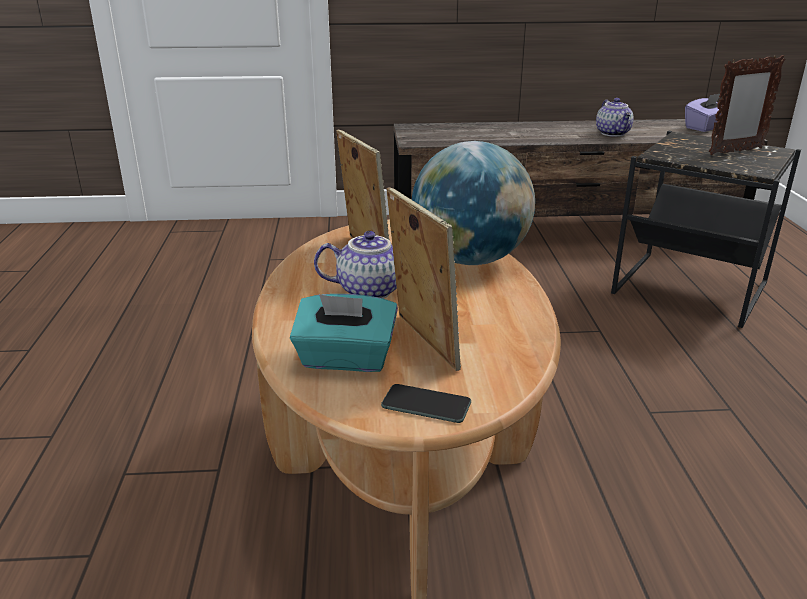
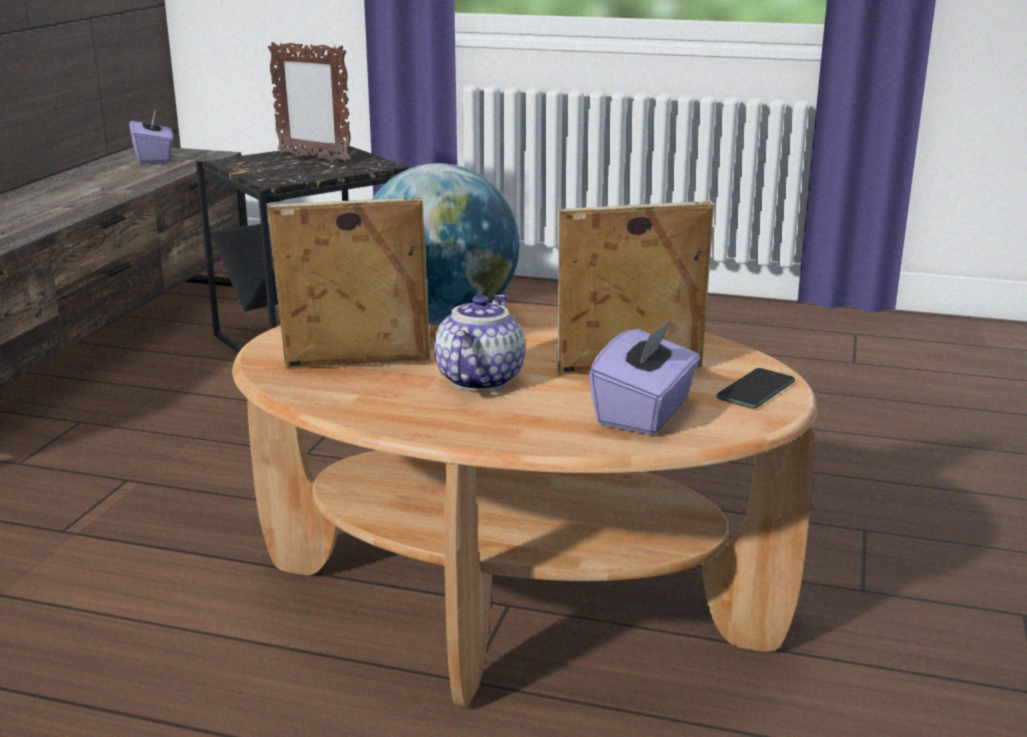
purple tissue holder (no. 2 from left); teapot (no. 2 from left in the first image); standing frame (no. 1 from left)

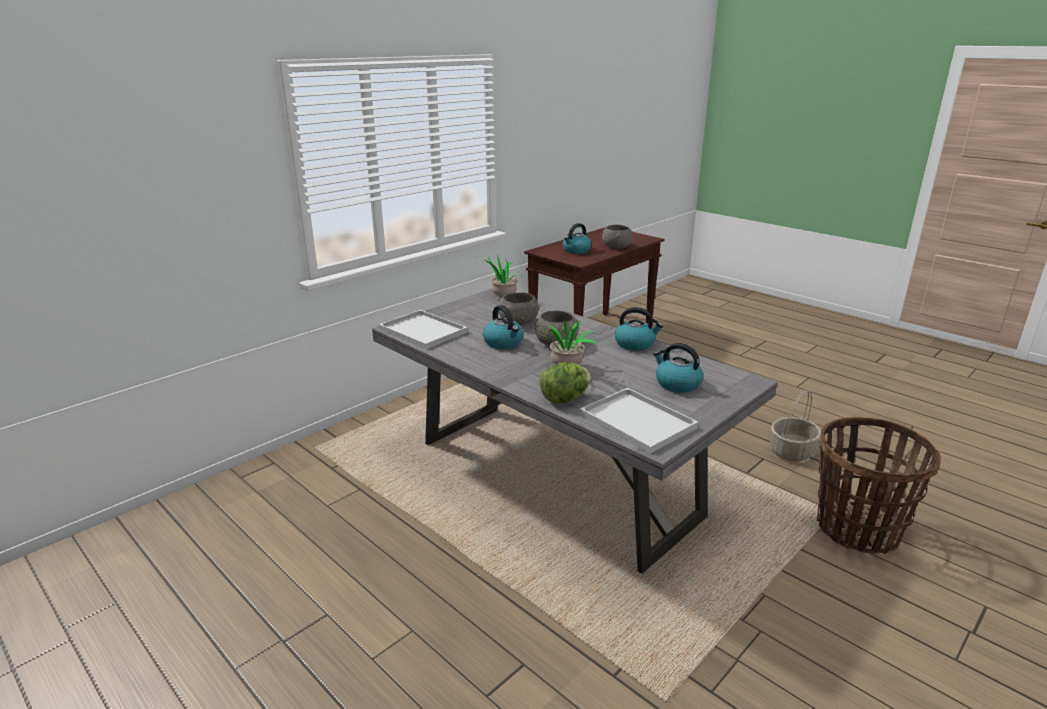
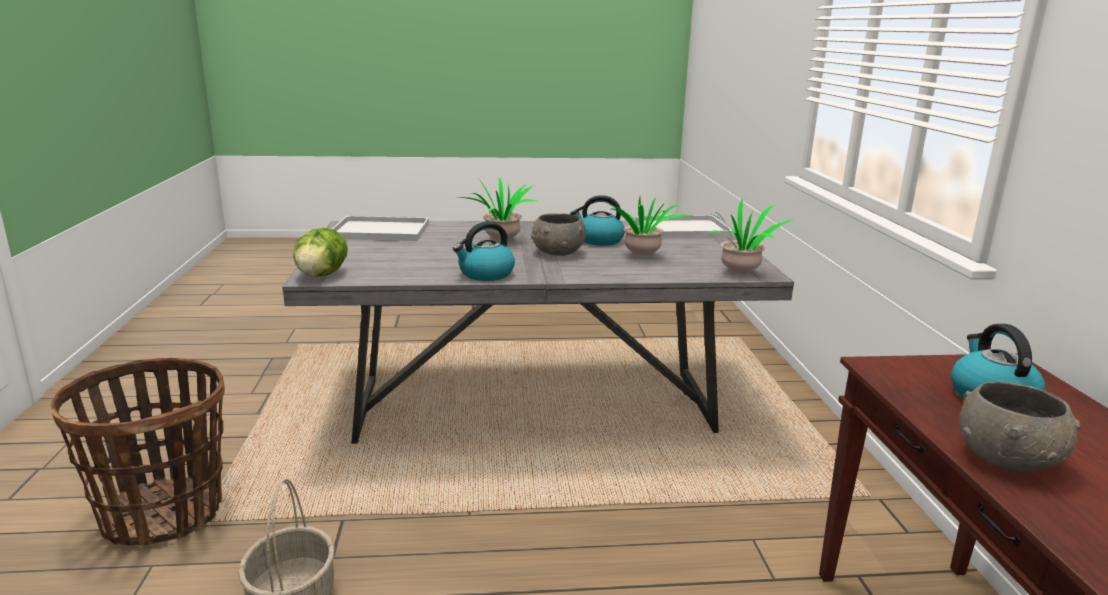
potted plant (no. 2 from left); lettuce head; water kettle (no. 4 from left in the first image)

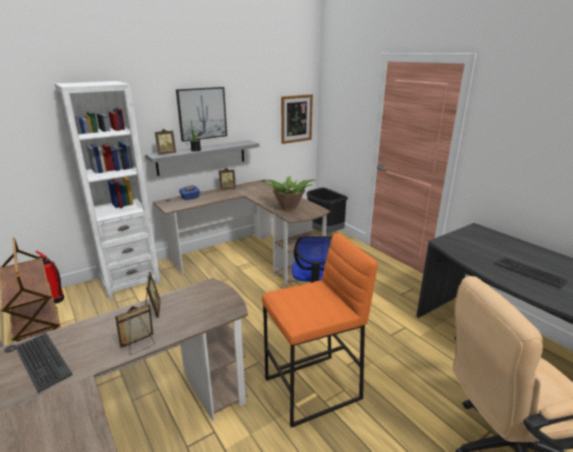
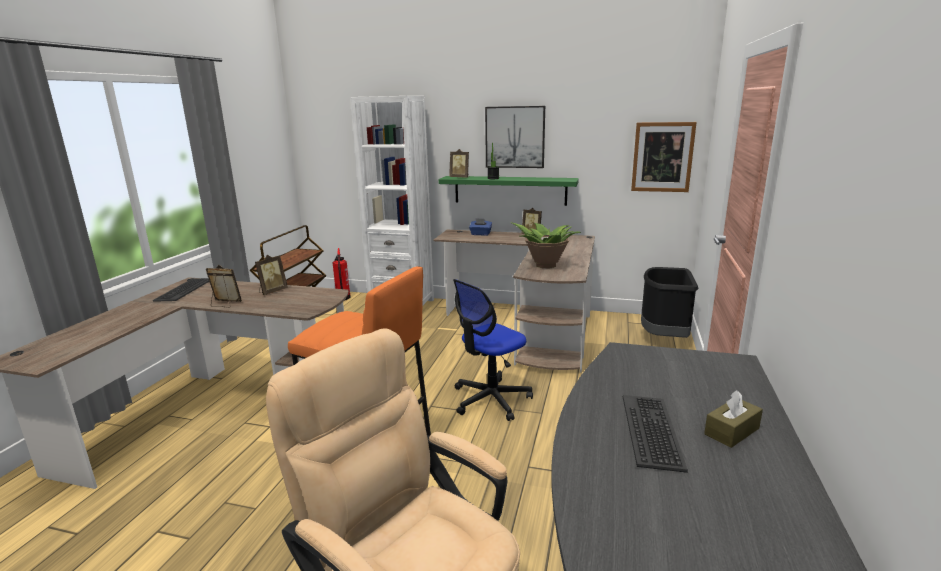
green bracket shelf; brown-coloured tissue holder

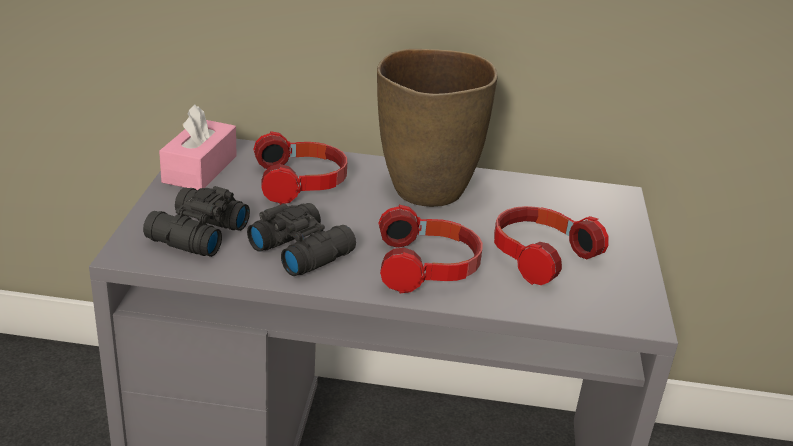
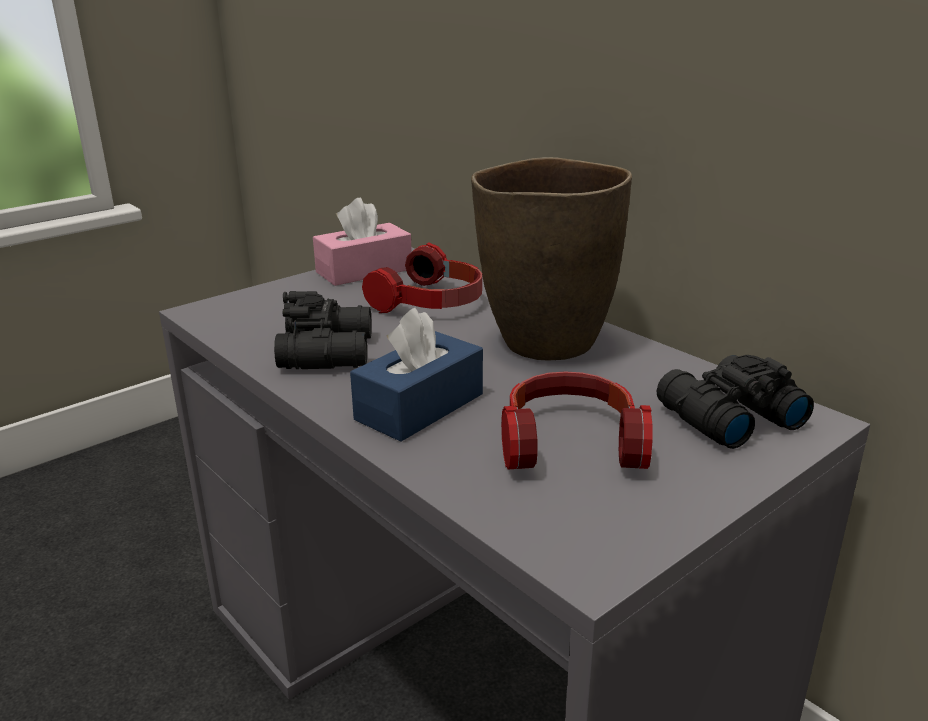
blackish binoculars (no. 2 from left); blue-coloured tissue holder

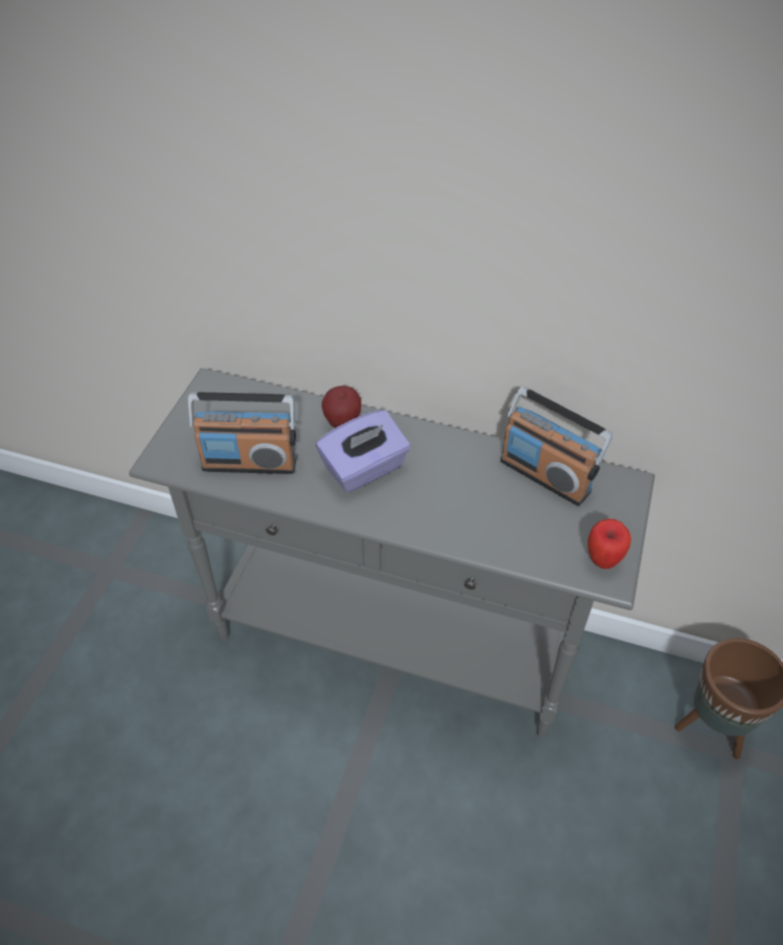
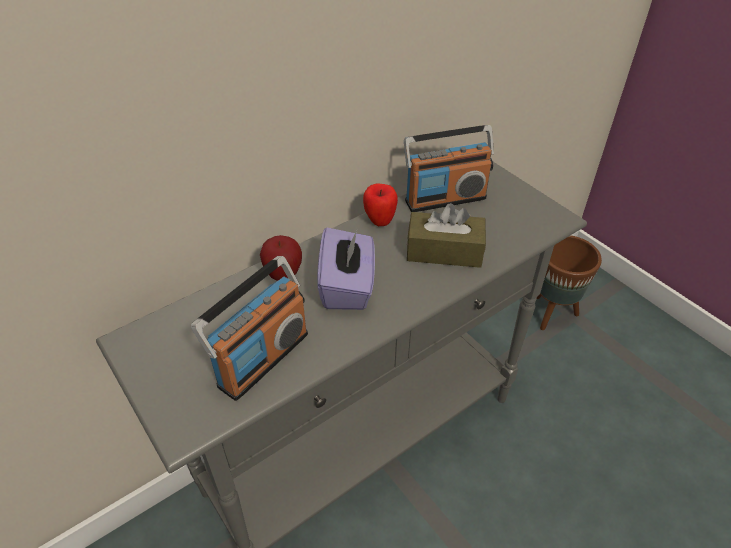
whole apple (no. 2 from left); brown-coloured tissue holder

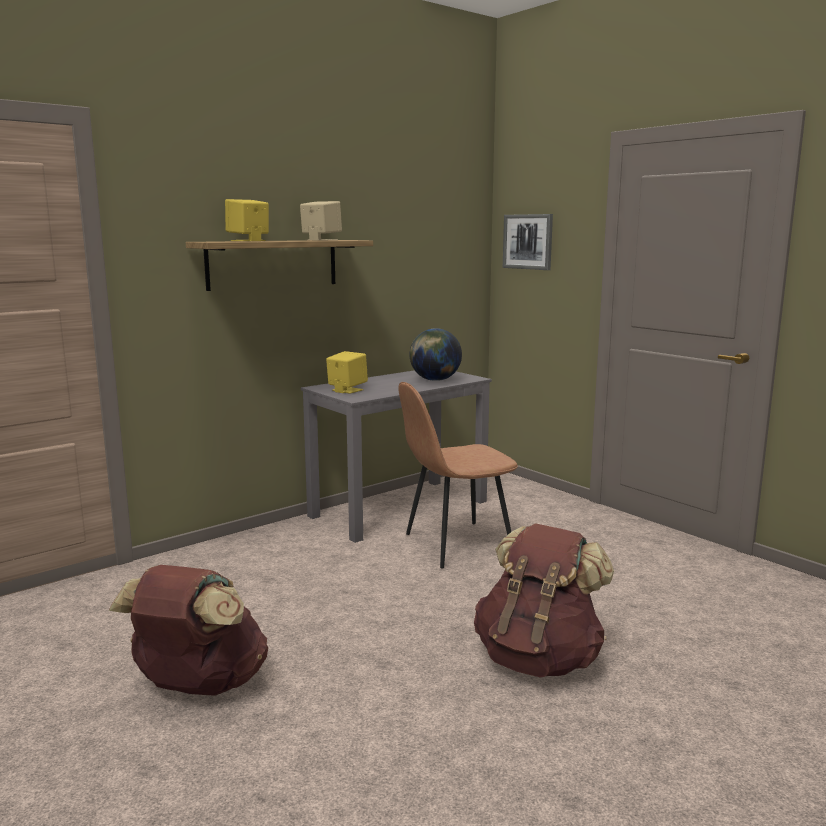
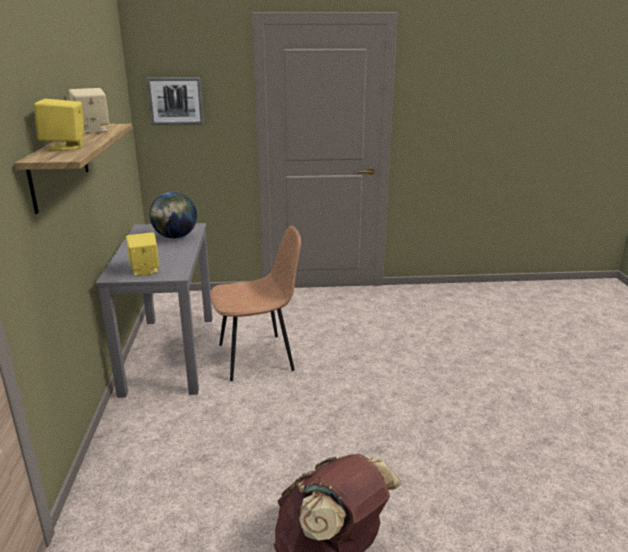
brown-coloured plain chair; brown-coloured rucksack (no. 2 from left in the first image)

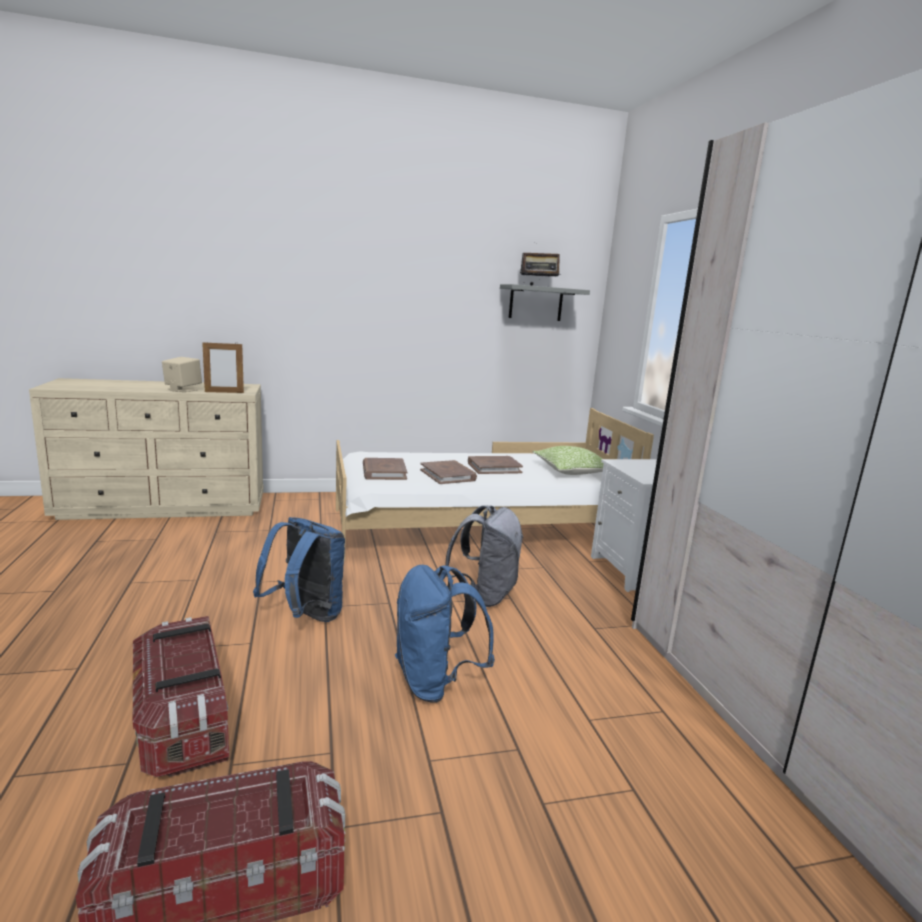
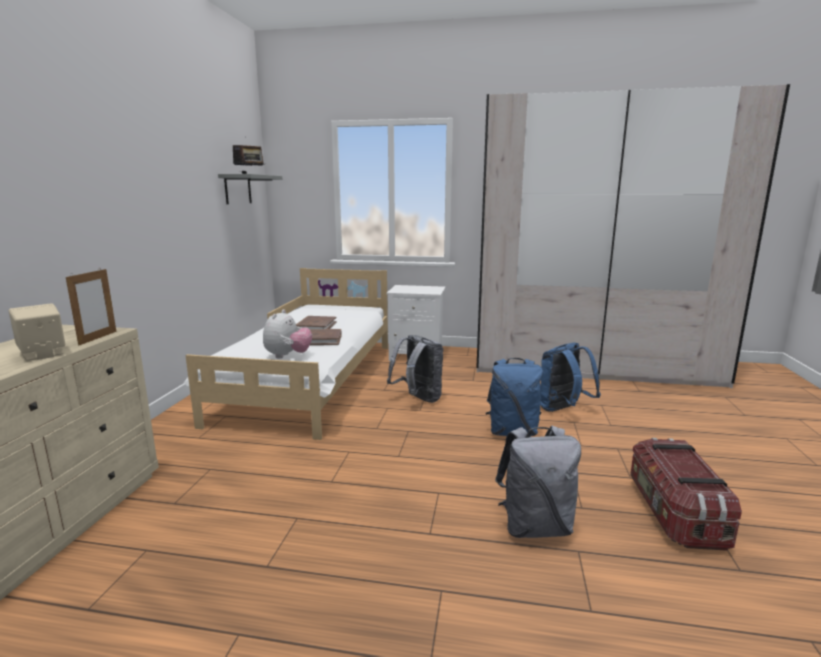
grey rucksack (no. 2 from left); blue-coloured rucksack (no. 2 from left); cuddly toy; throw pillow

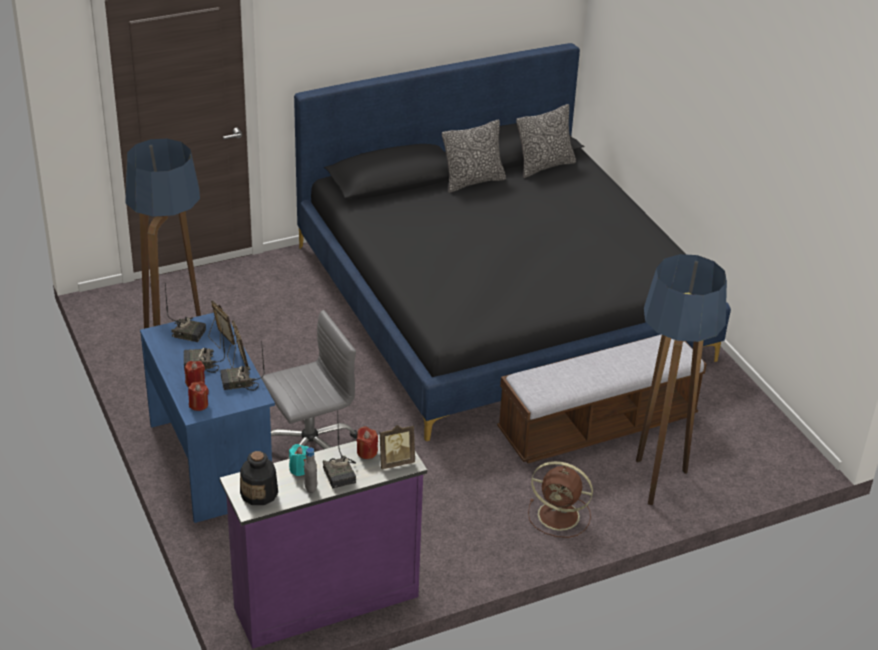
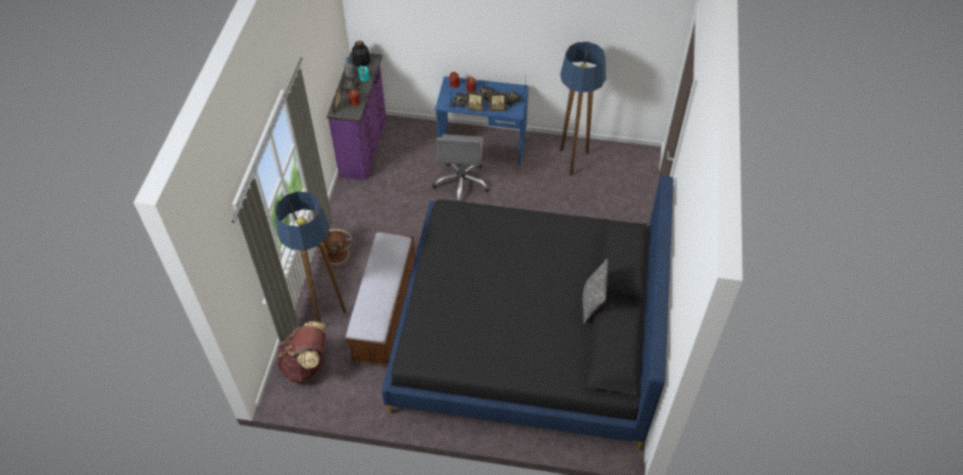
throw pillow (no. 2 from left in the first image); brown-coloured fan; brown-coloured rucksack

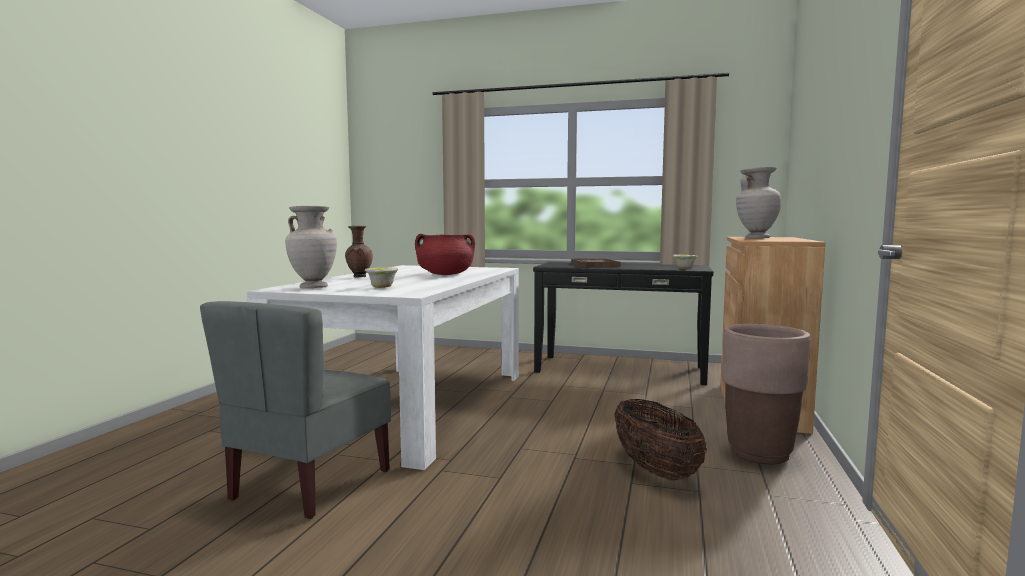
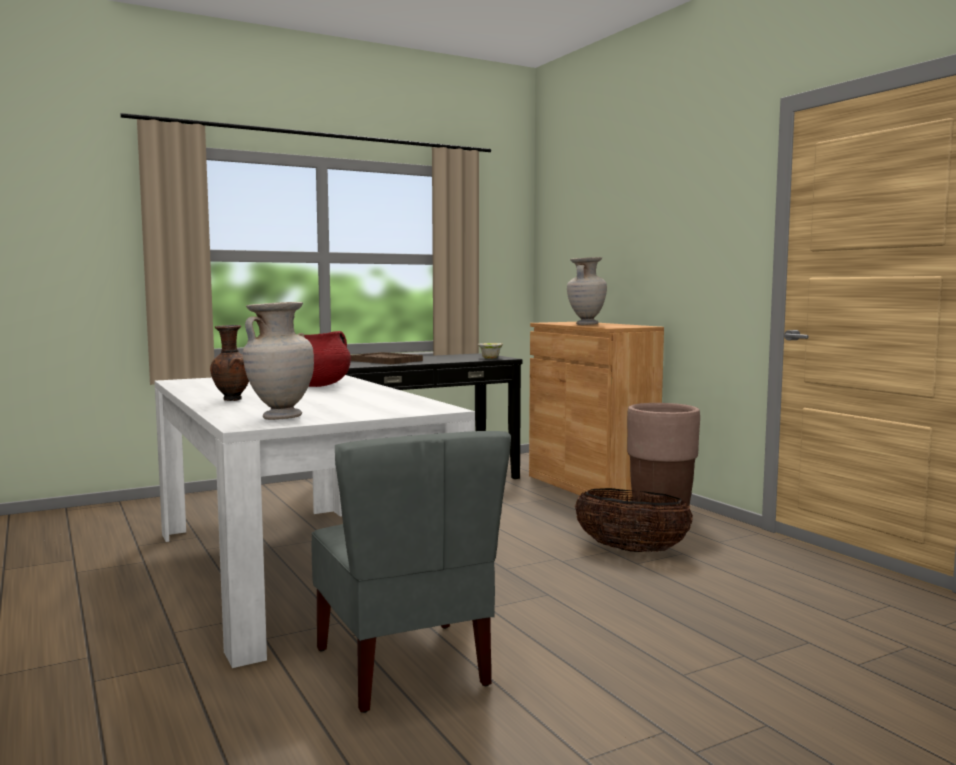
bowl (no. 1 from left in the first image)

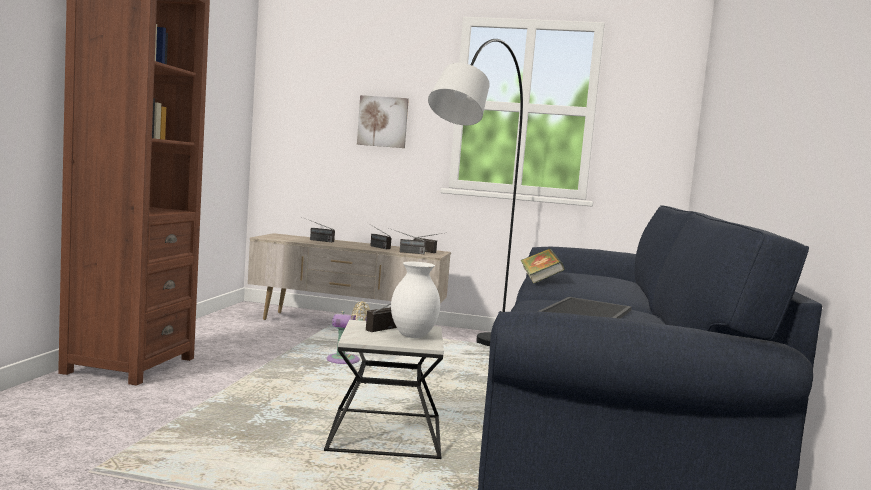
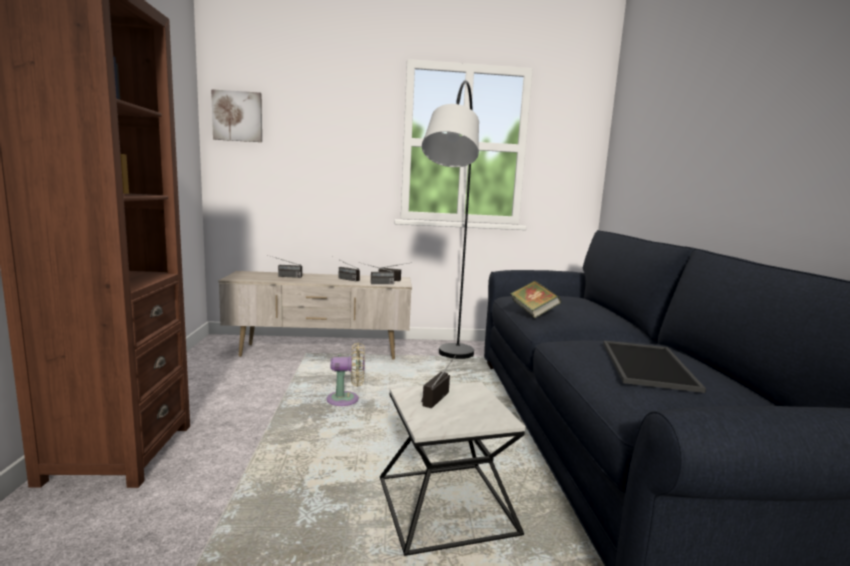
wall art; white-coloured decorative vase

